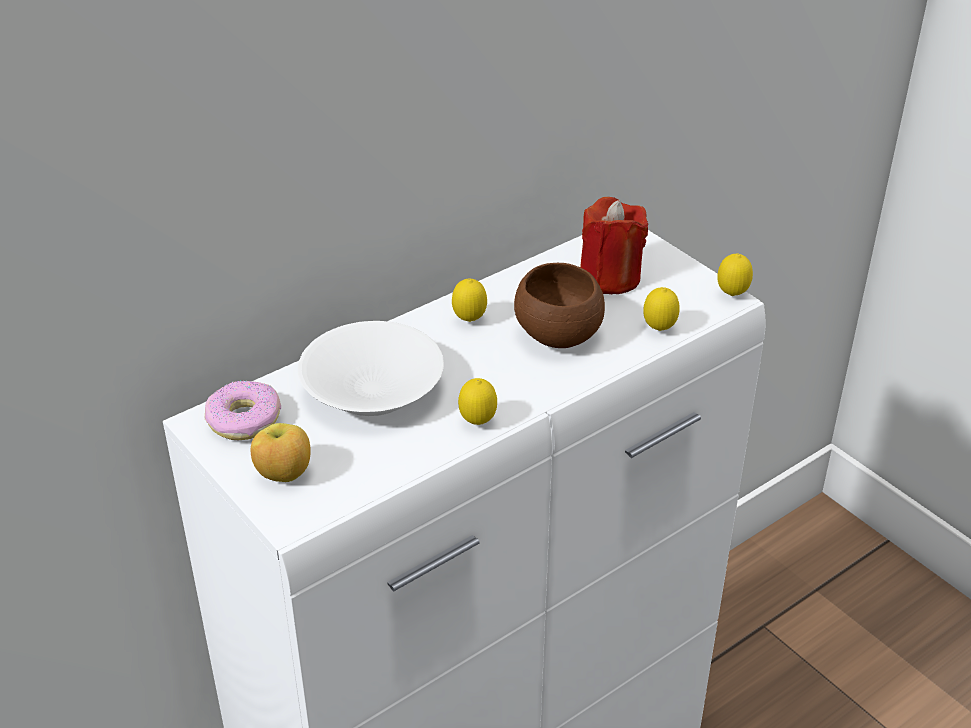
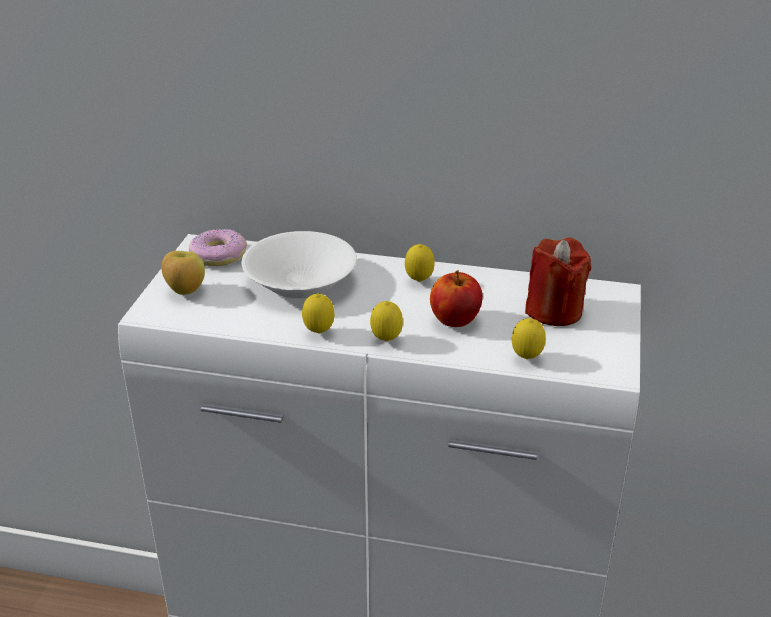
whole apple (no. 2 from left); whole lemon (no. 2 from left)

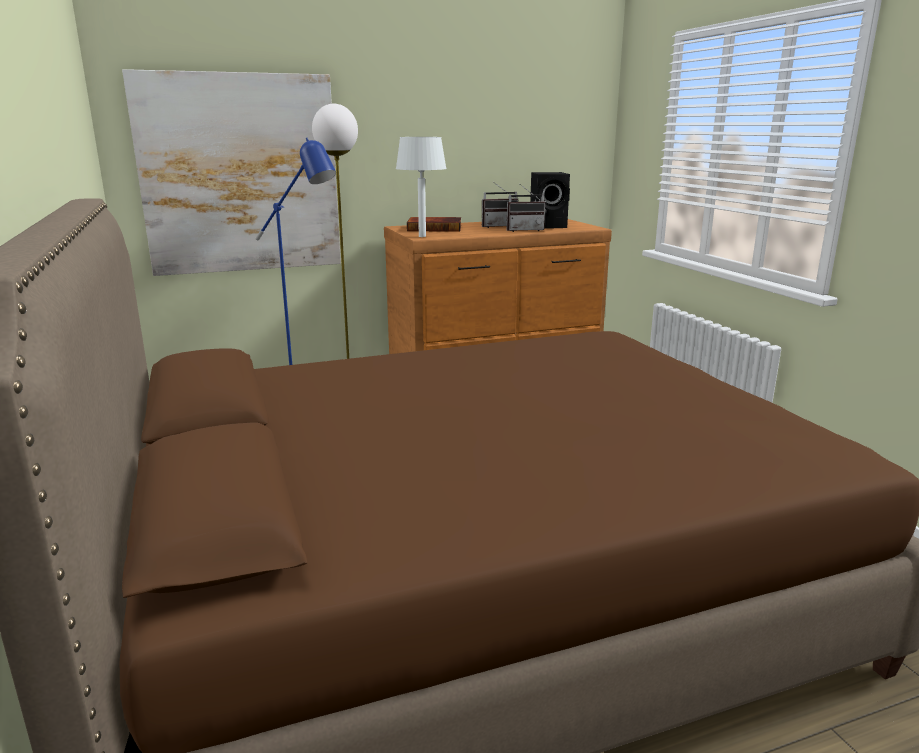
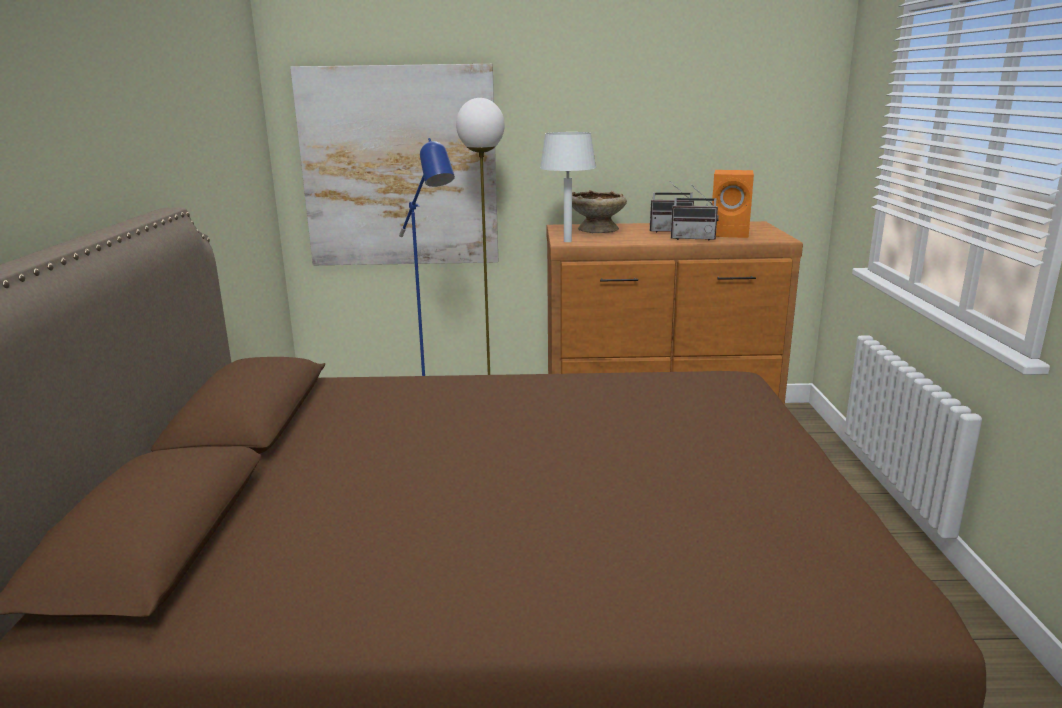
beige bowl; orange-coloured speaker

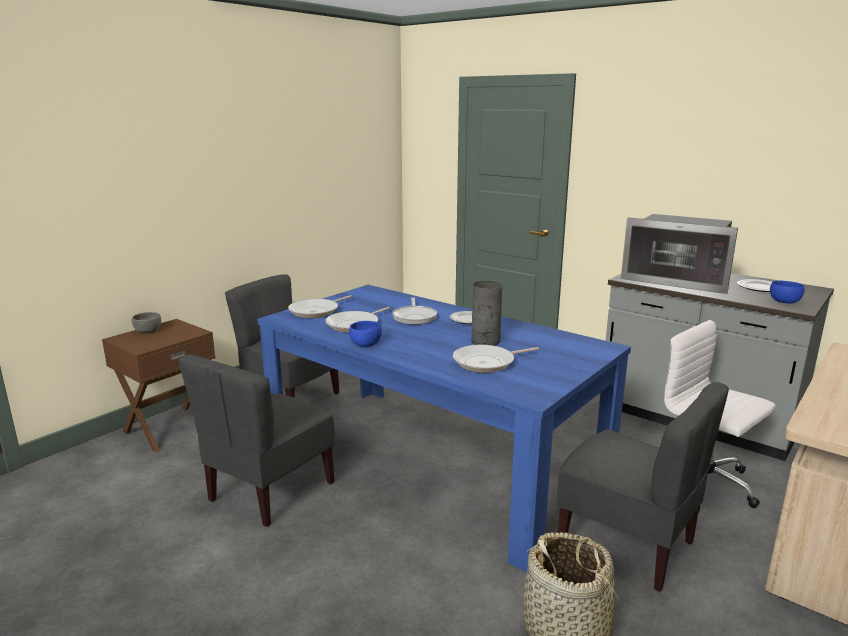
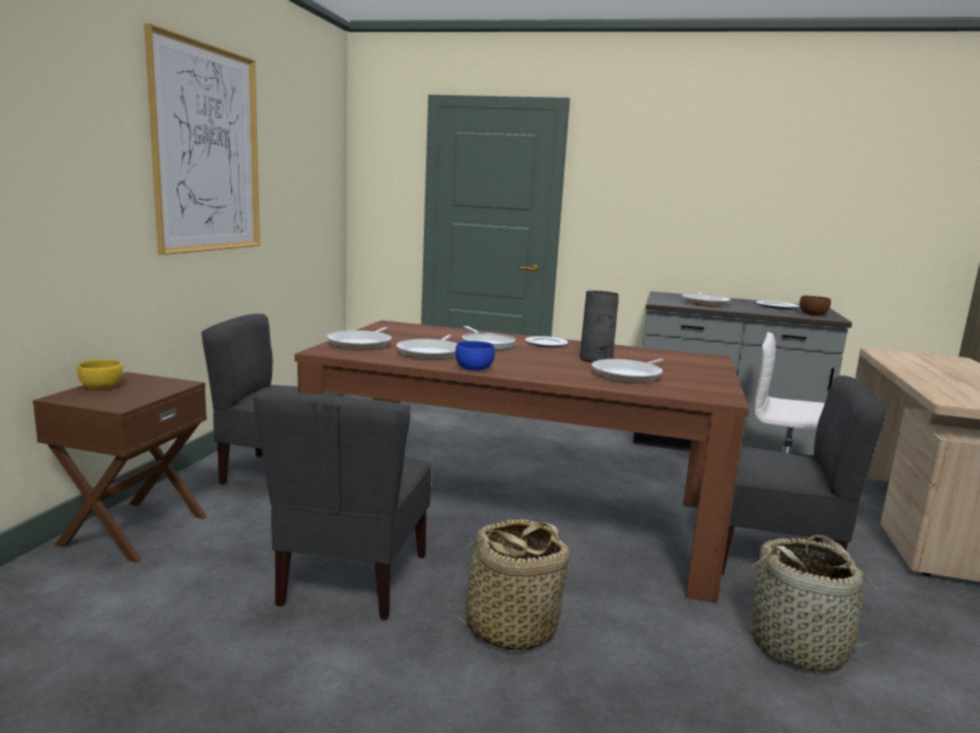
yellowish bowl; brown-coloured dining table; skillet (no. 5 from left); brown-coloured bowl; wall art; household basket (no. 1 from left)

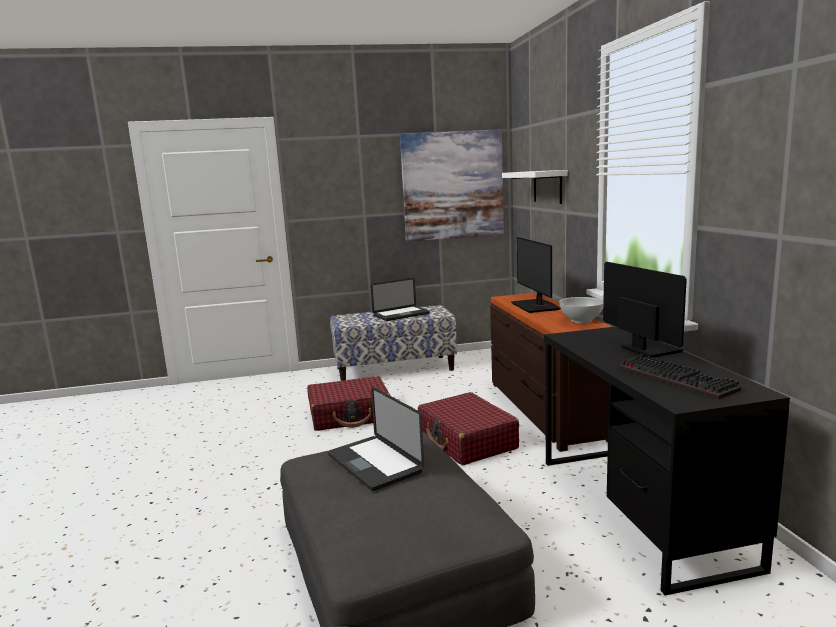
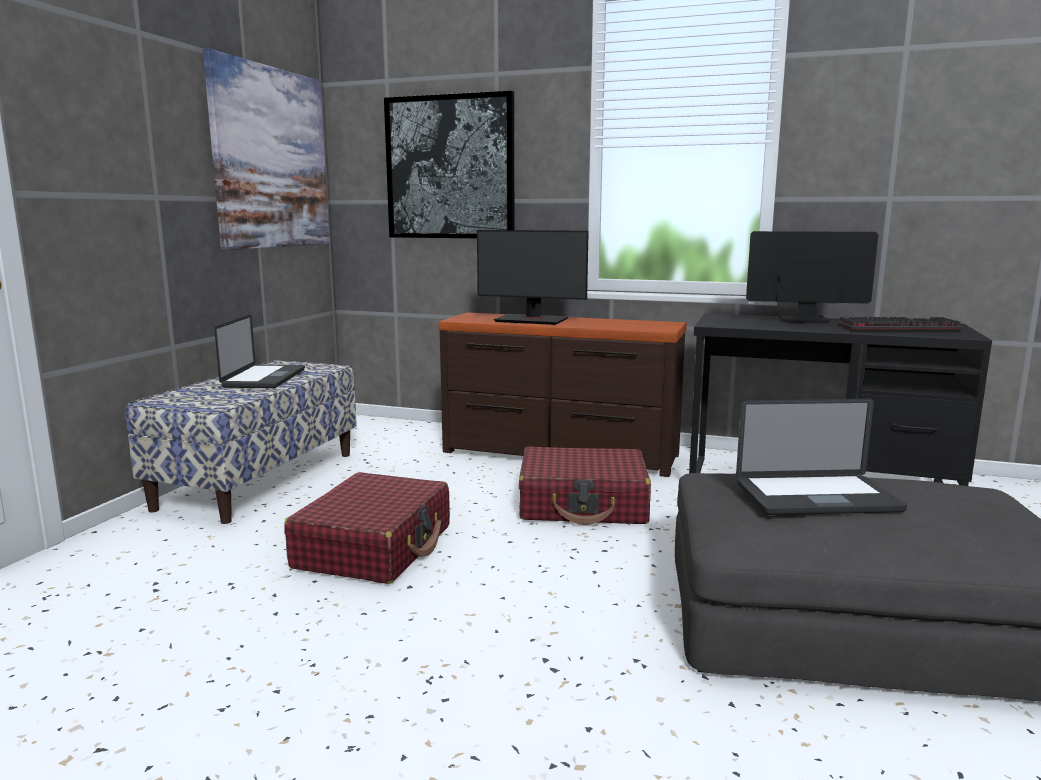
wall art (no. 2 from left); white-coloured bowl

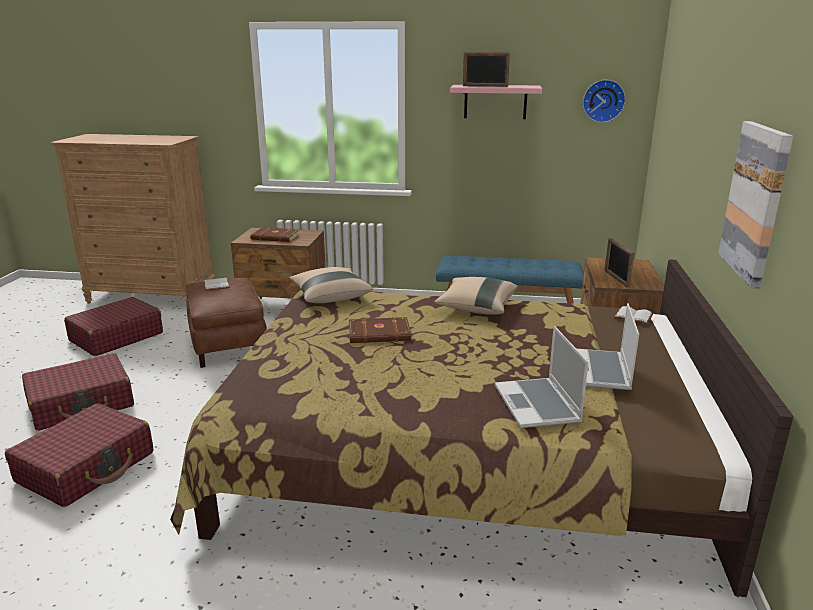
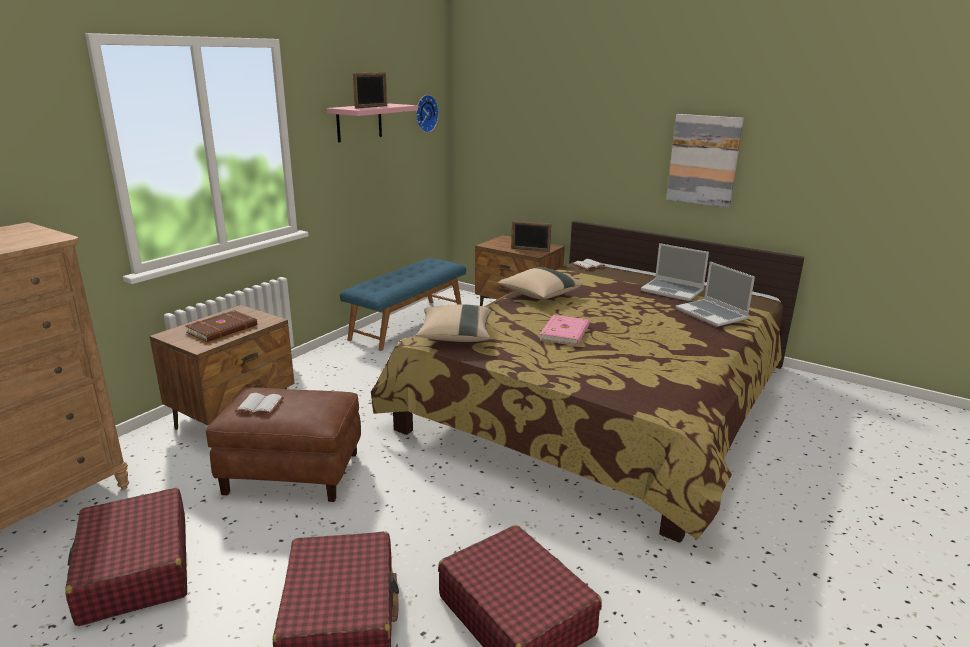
pink-coloured book; laptop (no. 2 from left)

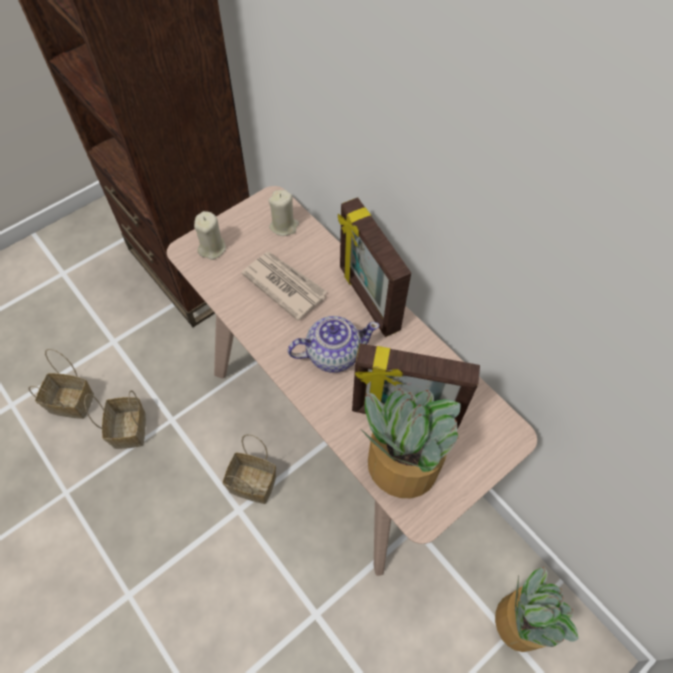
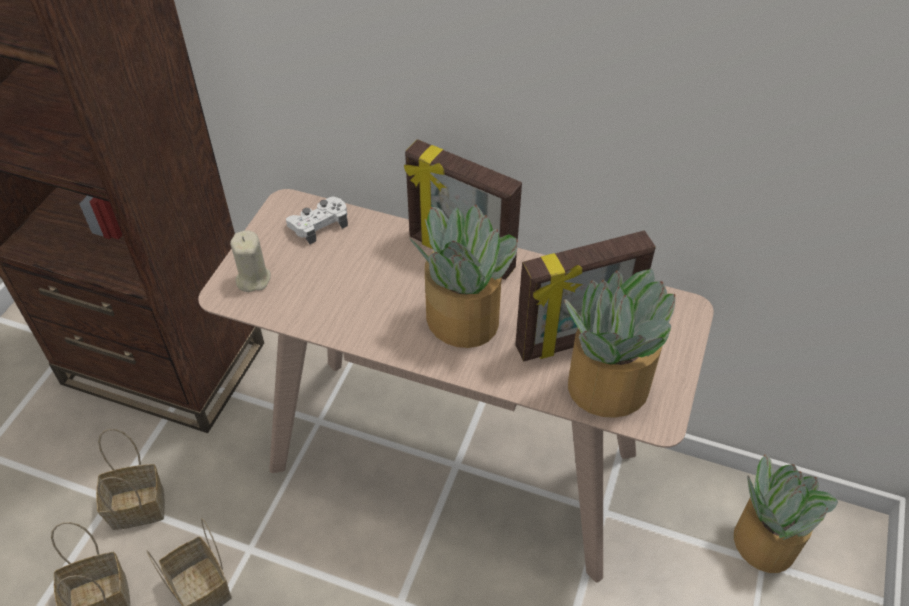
household basket (no. 2 from left); newspaper; white-coloured game controller; potted plant (no. 1 from left)

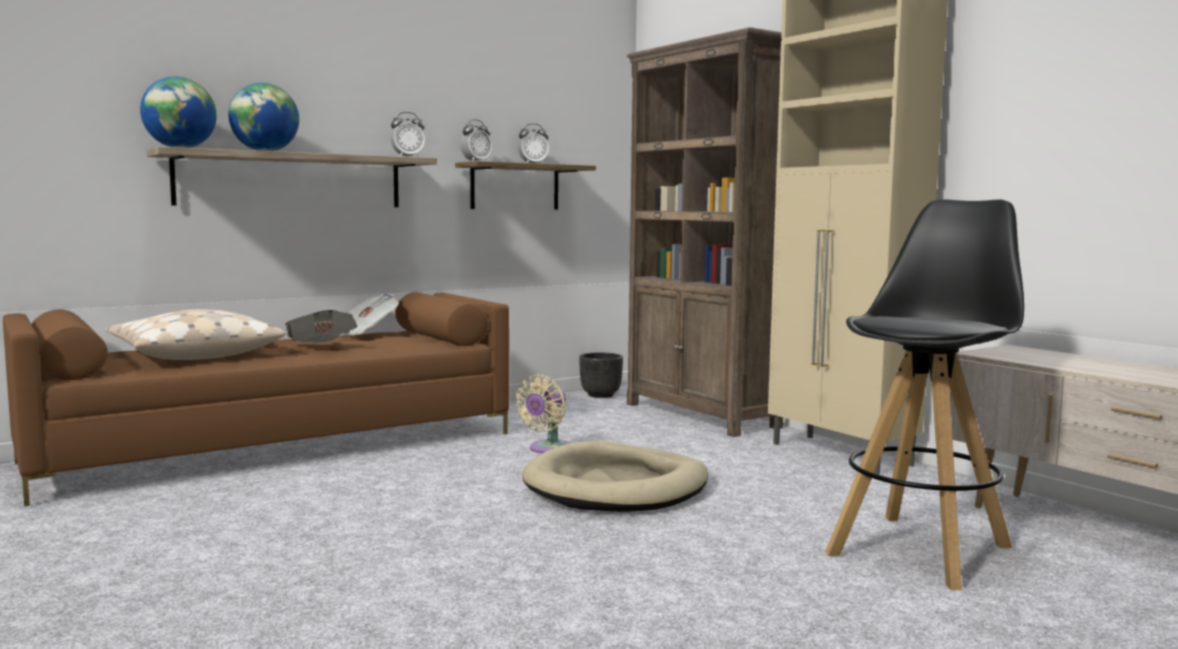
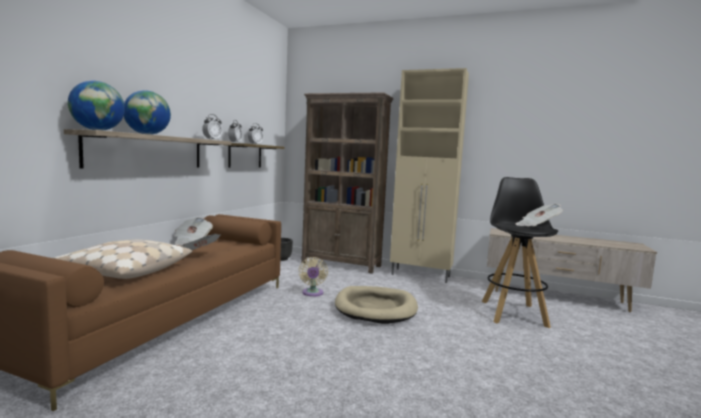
newspaper (no. 3 from left)

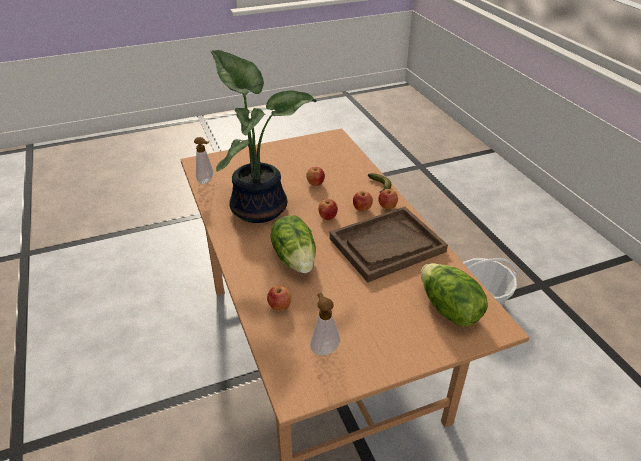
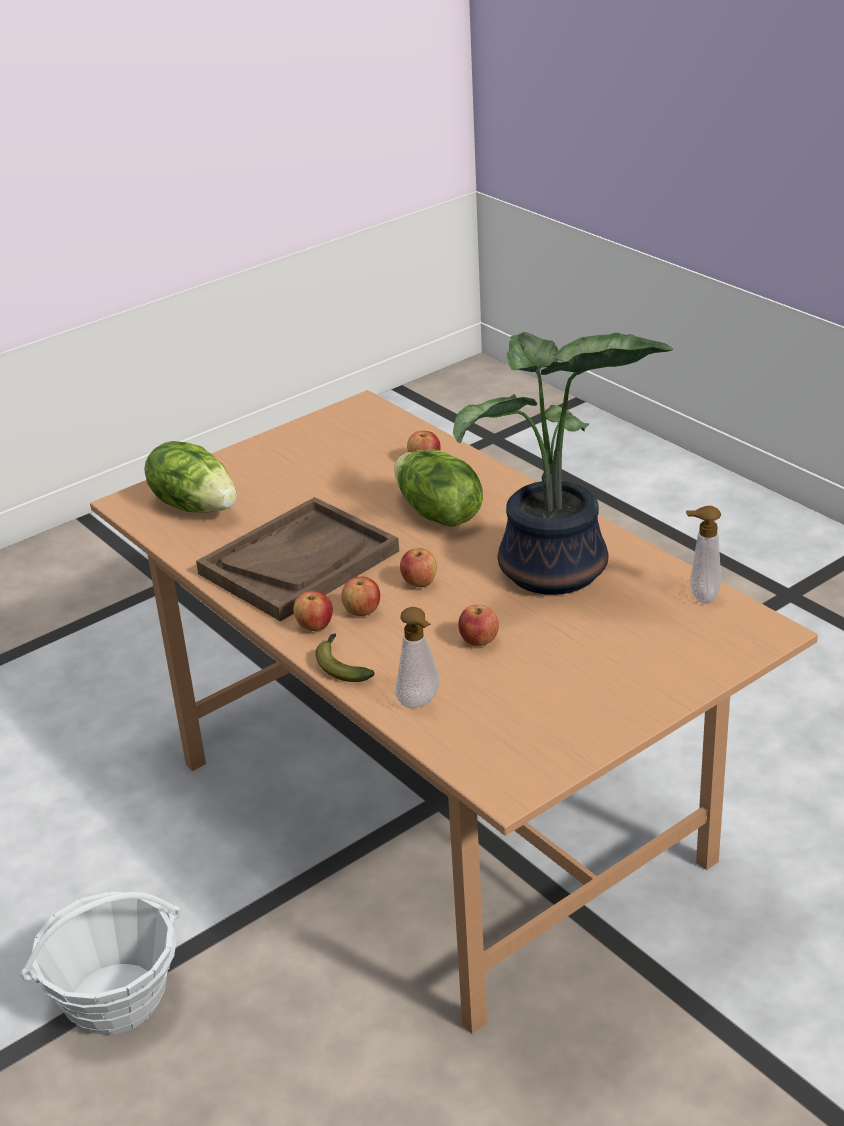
soap dispenser (no. 1 from left)

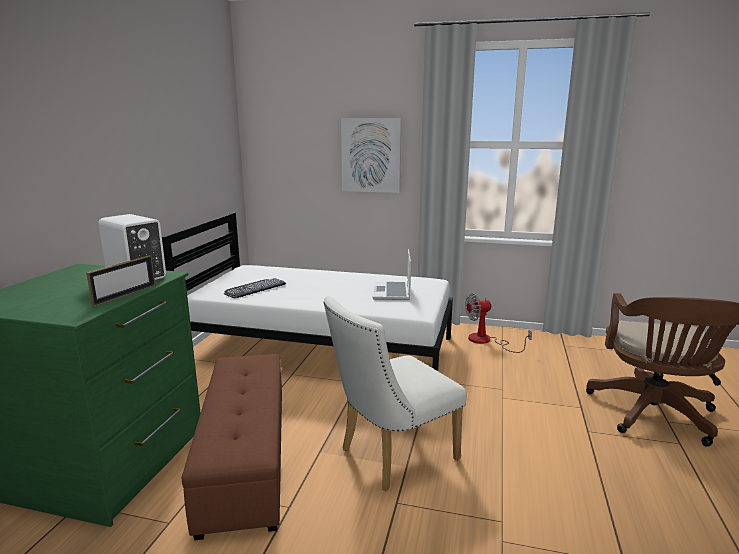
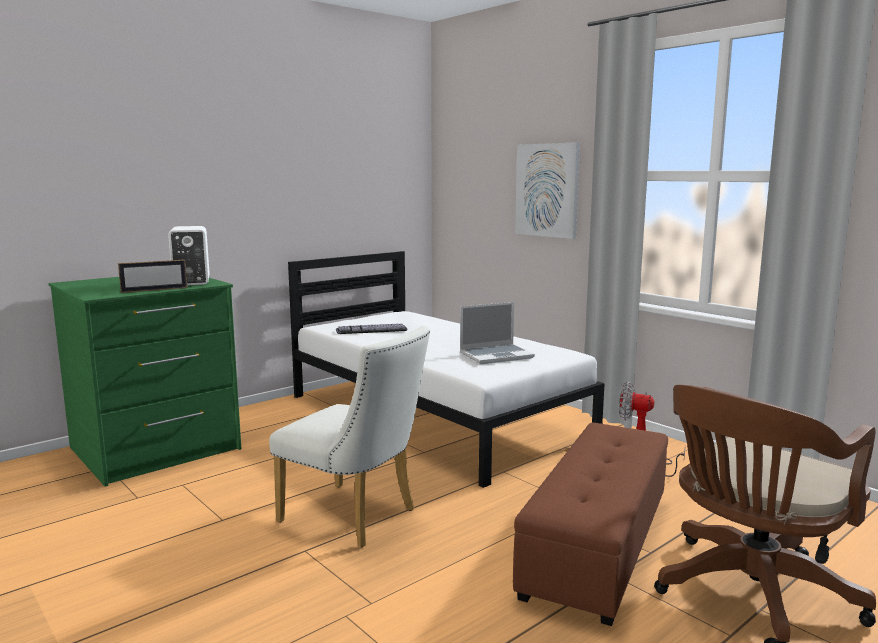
brown-coloured pouffe; white-coloured plain chair; laptop

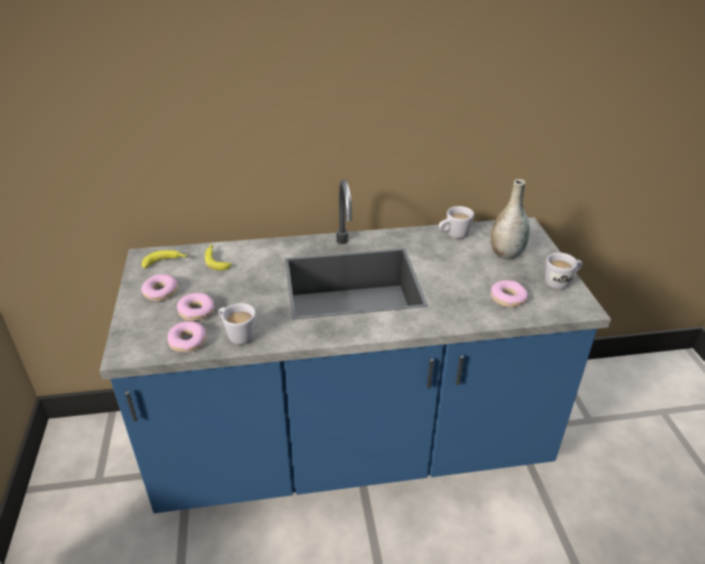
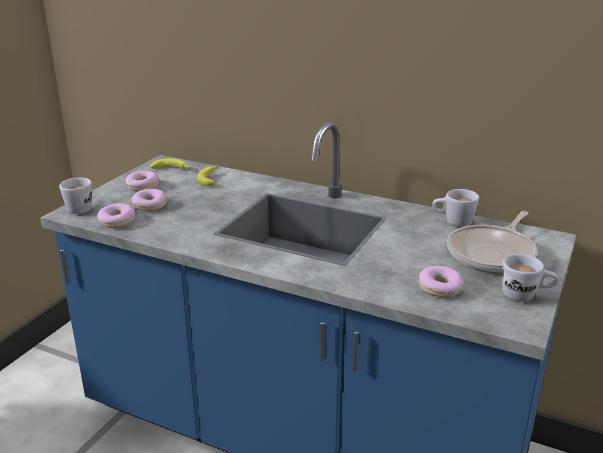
white-coloured tea mug (no. 1 from left); skillet

